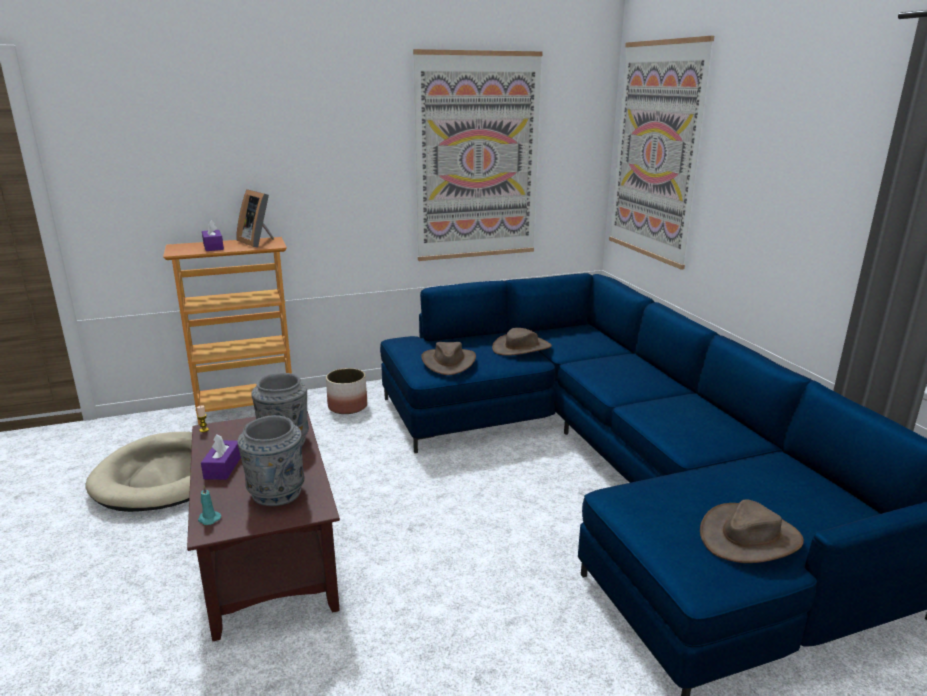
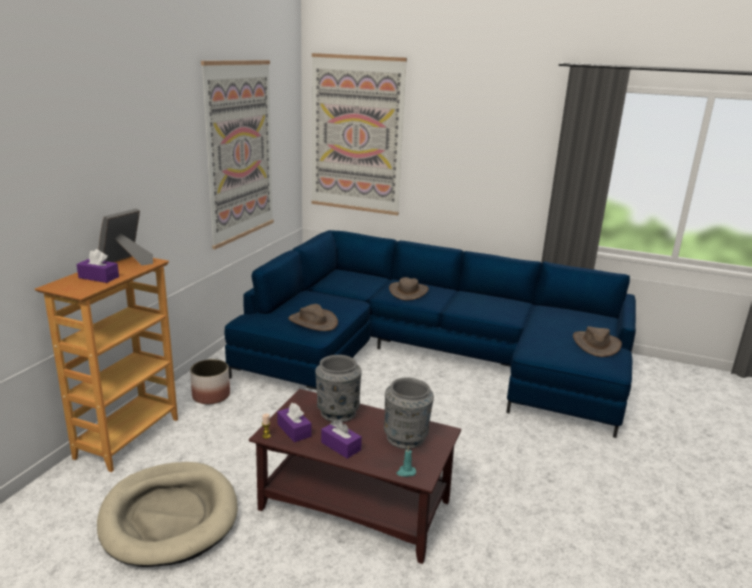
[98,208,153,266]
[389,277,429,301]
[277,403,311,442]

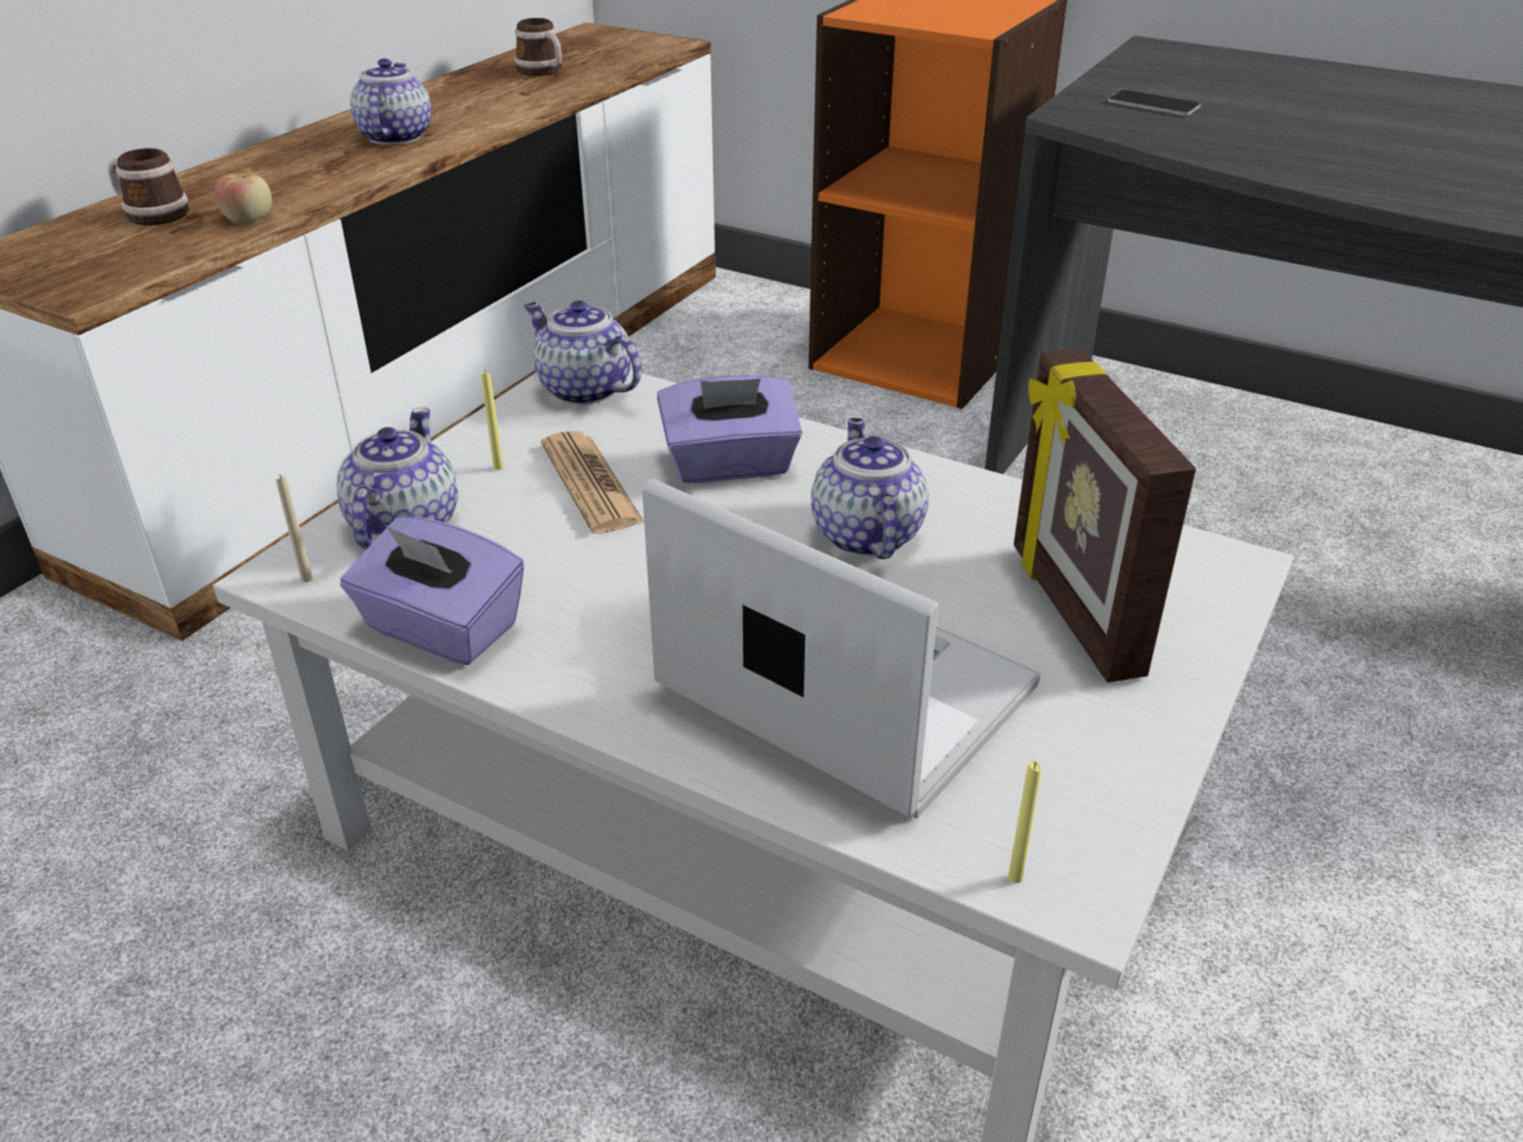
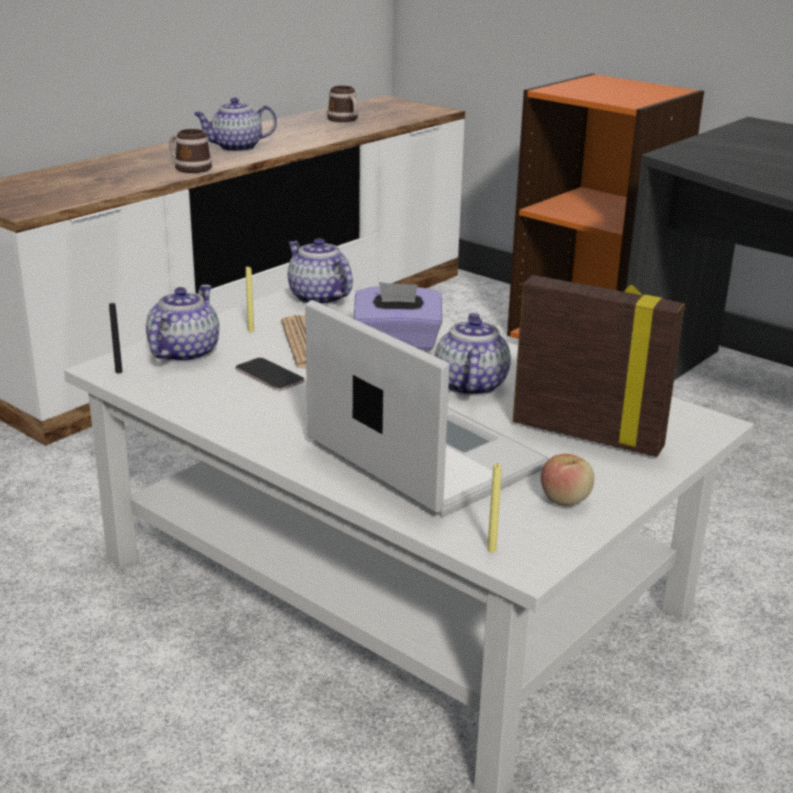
[194,98,277,152]
[235,357,305,391]
[169,129,212,173]
[541,454,594,505]
[513,275,685,457]
[109,303,122,373]
[340,517,525,665] (first image)

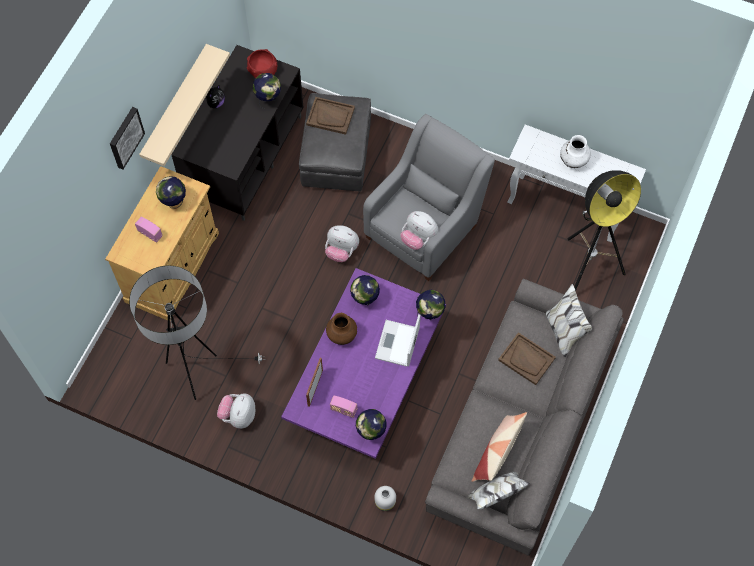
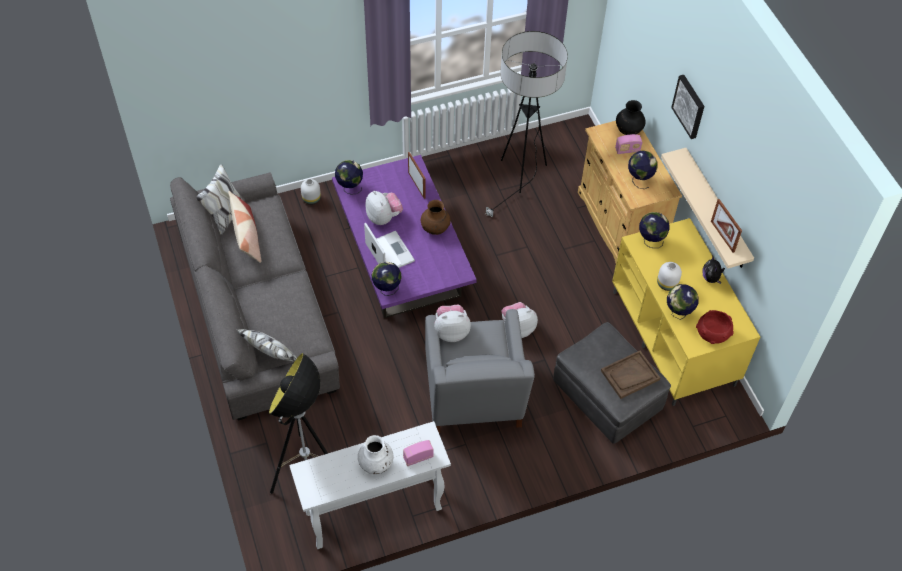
[612,218,760,406]
[639,212,670,248]
[498,332,556,385] (first image)
[365,191,403,225]
[403,440,434,466]
[616,100,646,135]
[711,199,742,253]
[657,262,682,291]

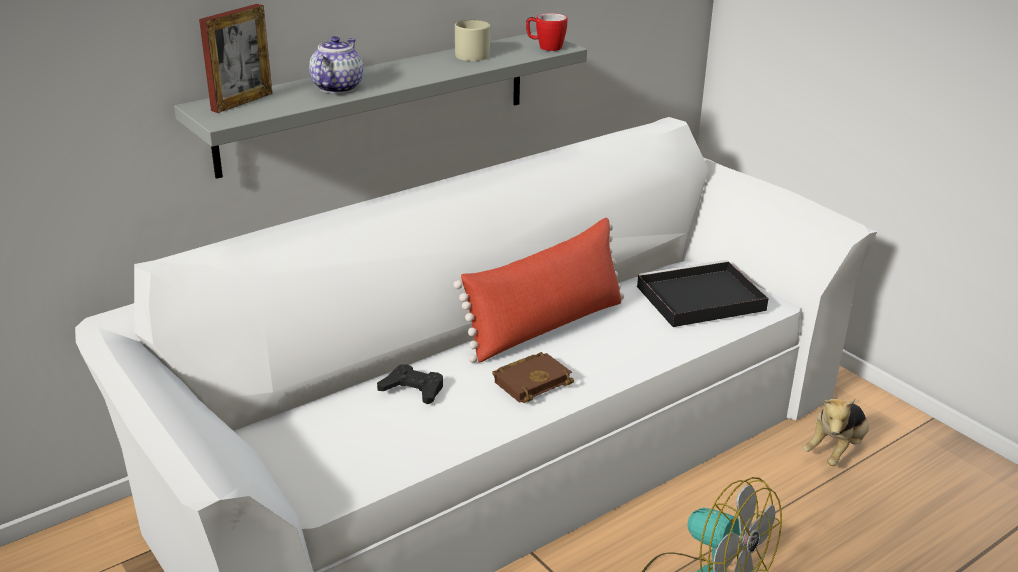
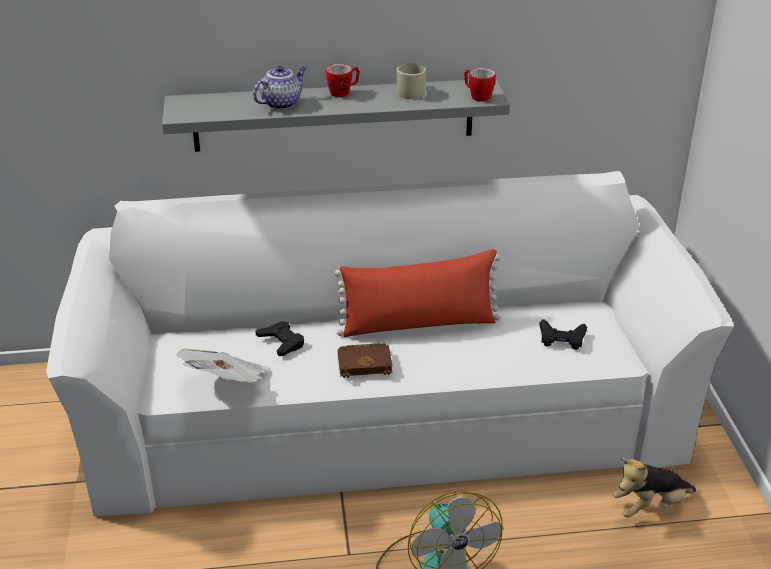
[199,4,272,113] (first image)
[539,319,587,350]
[326,64,359,97]
[176,349,269,383]

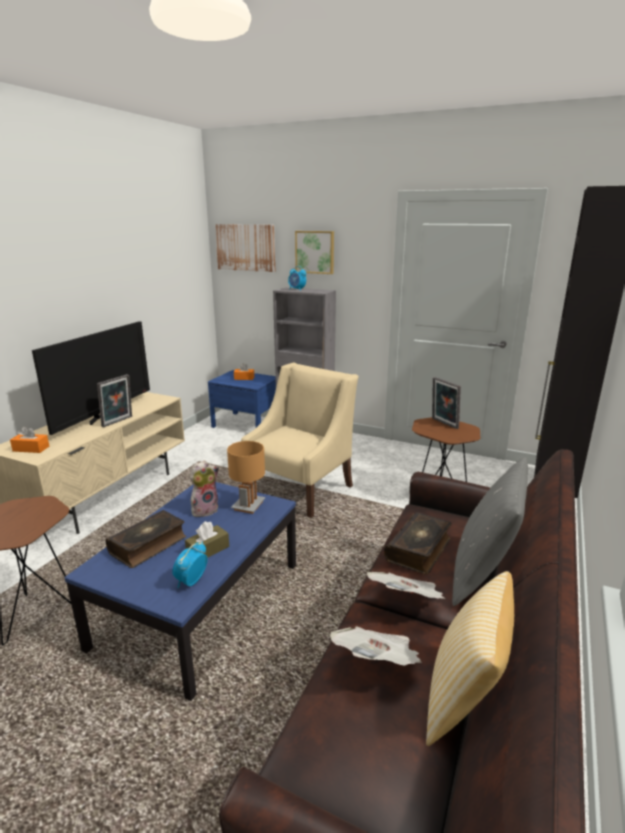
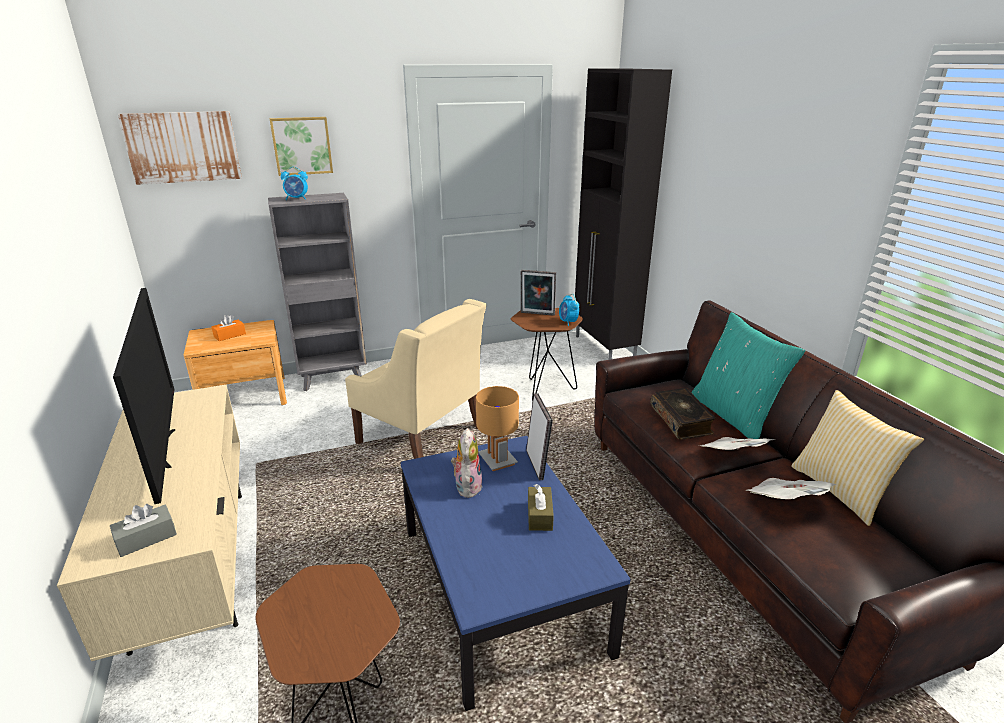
[345,299,487,459]
[184,320,287,405]
[526,393,553,480]
[110,504,177,557]
[691,312,805,439]
[106,510,186,568] (first image)
[559,294,579,326]

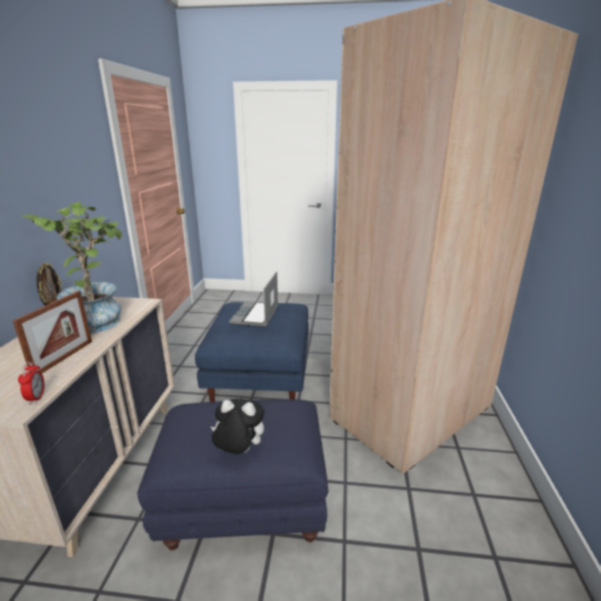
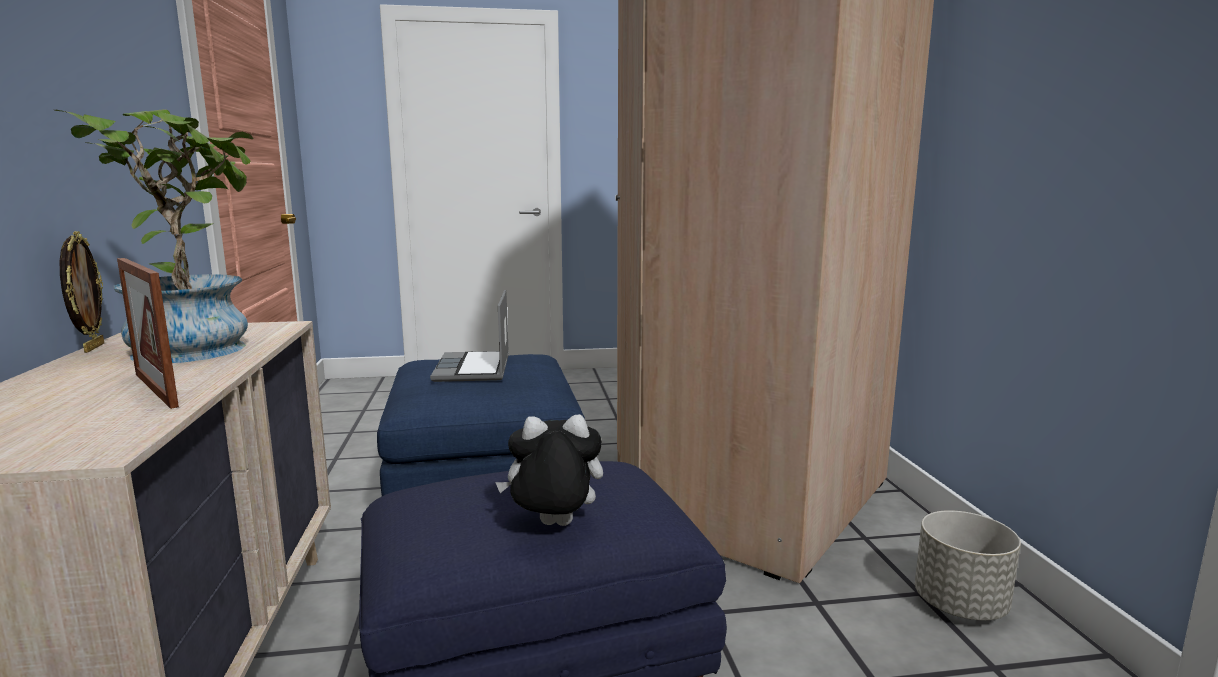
[117,258,179,409]
[18,362,44,405] (first image)
[915,510,1021,620]

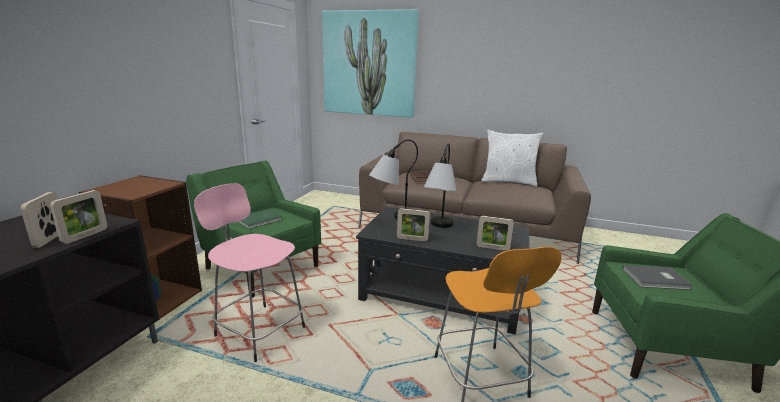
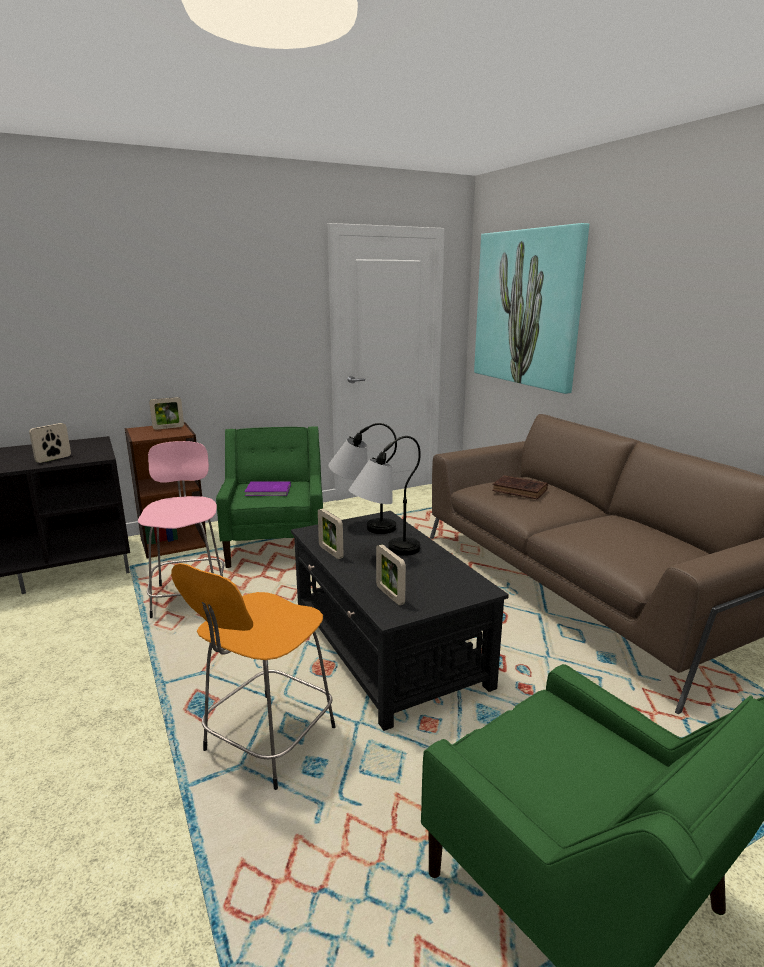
[481,130,543,187] (first image)
[149,397,184,430]
[245,481,291,496]
[623,265,693,290] (first image)

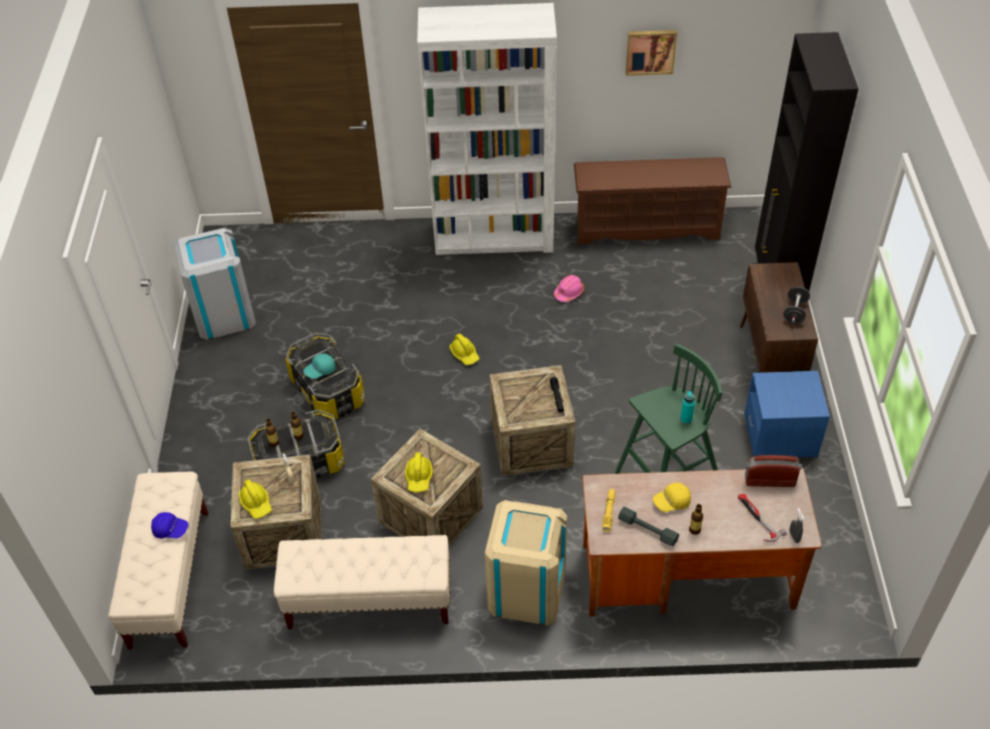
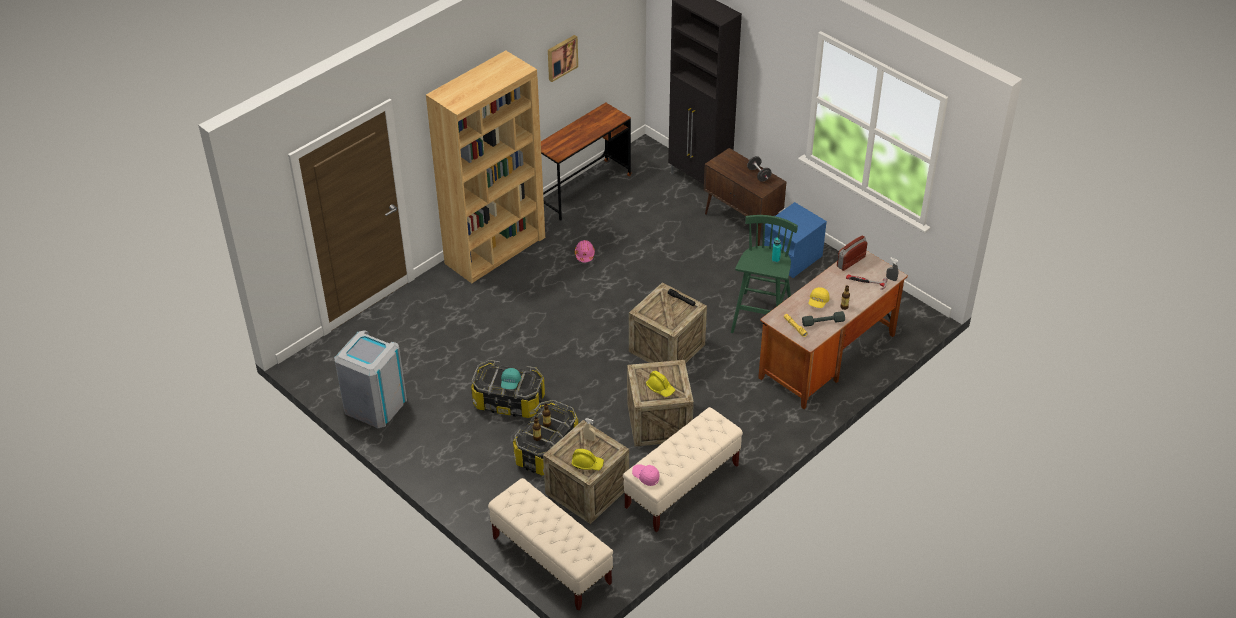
[426,50,545,283]
[541,102,631,221]
[449,333,480,365] (first image)
[485,500,567,625] (first image)
[151,512,188,538] (first image)
[632,464,660,486]

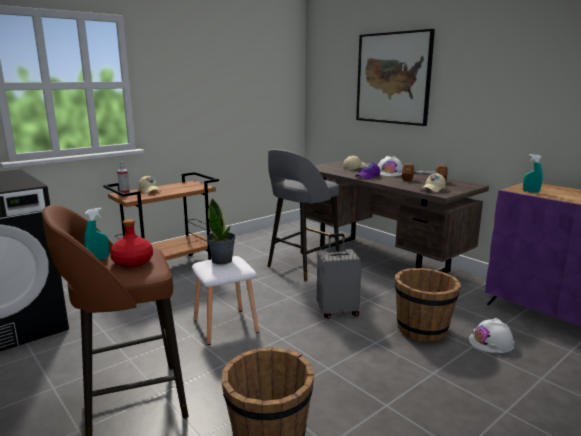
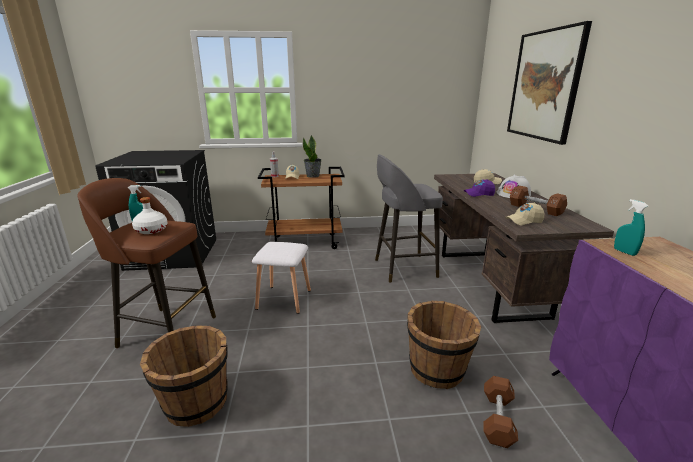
[303,135,321,178]
[132,197,167,234]
[317,234,362,319] (first image)
[483,376,518,448]

